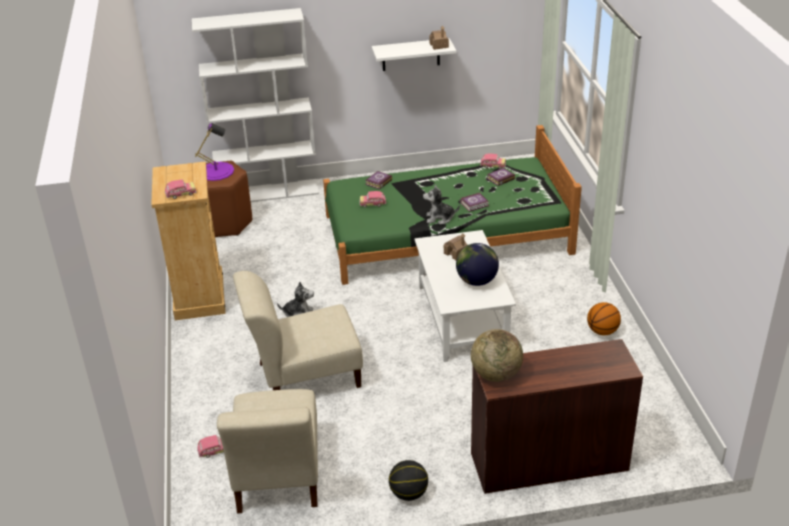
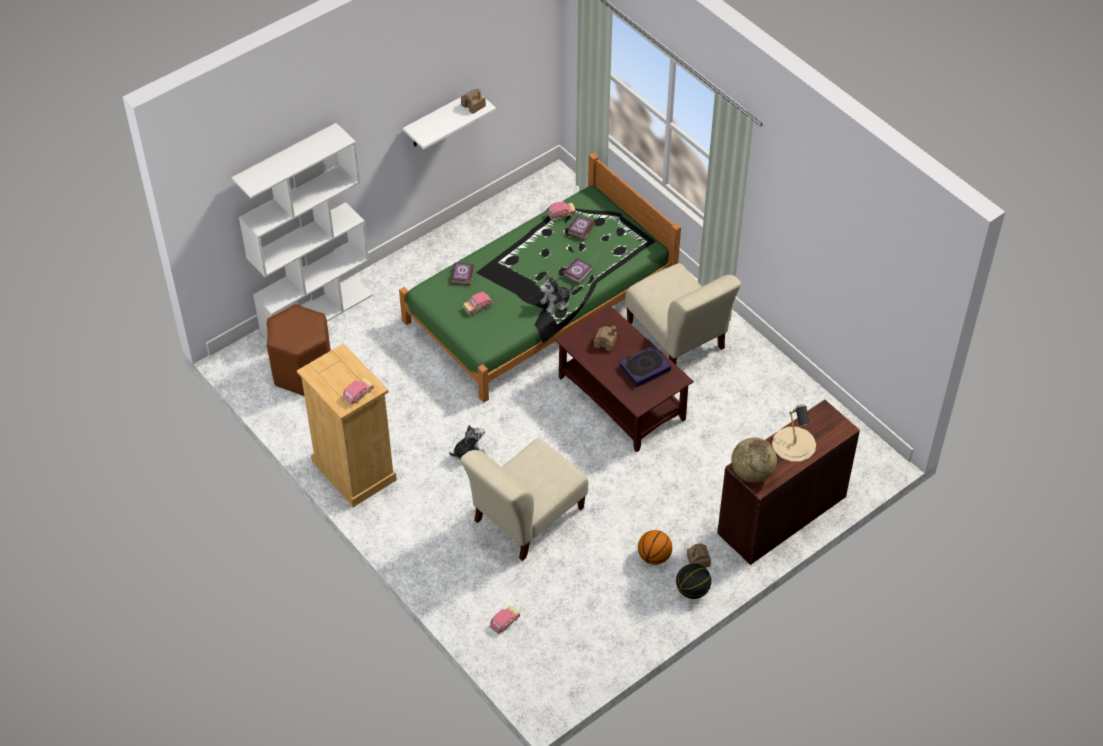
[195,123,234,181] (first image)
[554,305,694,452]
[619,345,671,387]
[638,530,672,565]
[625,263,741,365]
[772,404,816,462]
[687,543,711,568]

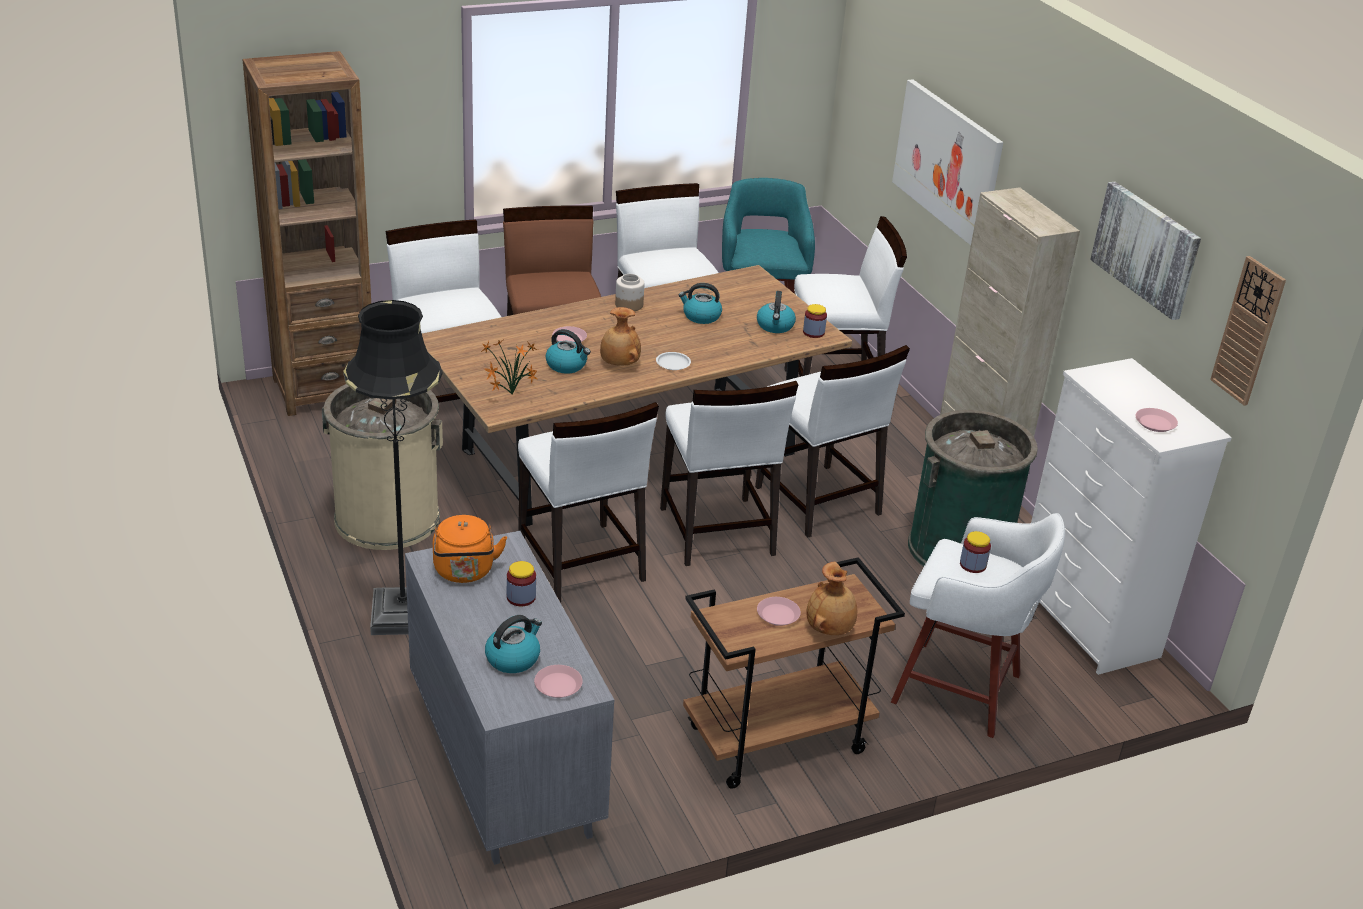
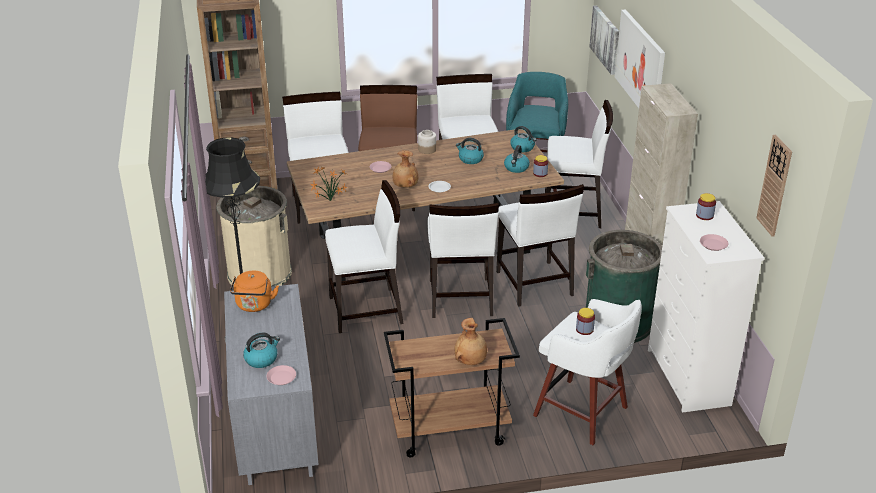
[589,6,619,75]
[510,126,537,152]
[325,180,404,333]
[696,193,716,220]
[757,597,801,626] (first image)

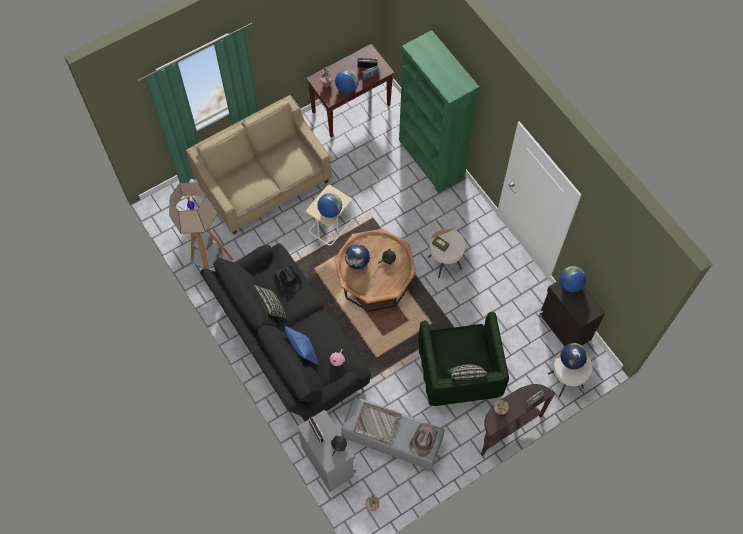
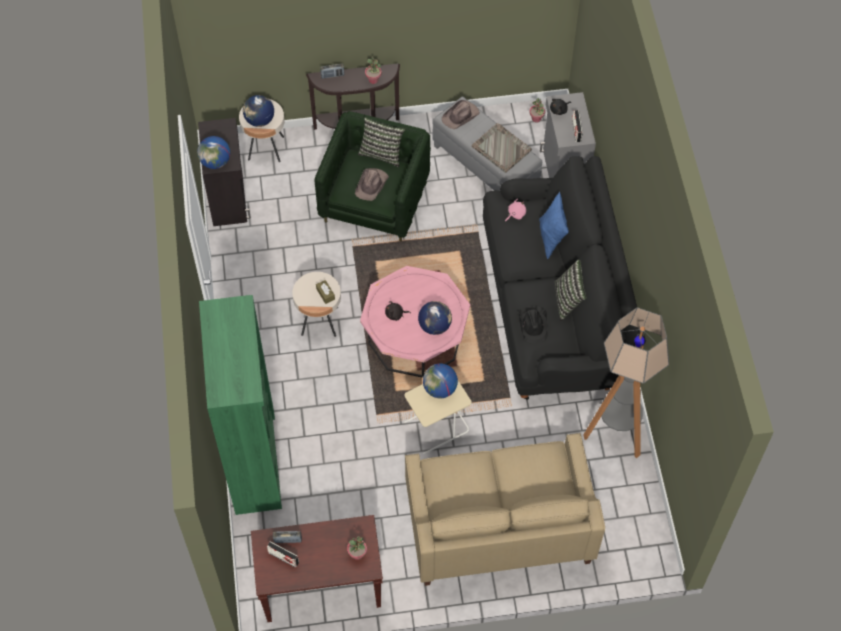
[335,69,359,93] (first image)
[360,266,470,378]
[355,168,389,201]

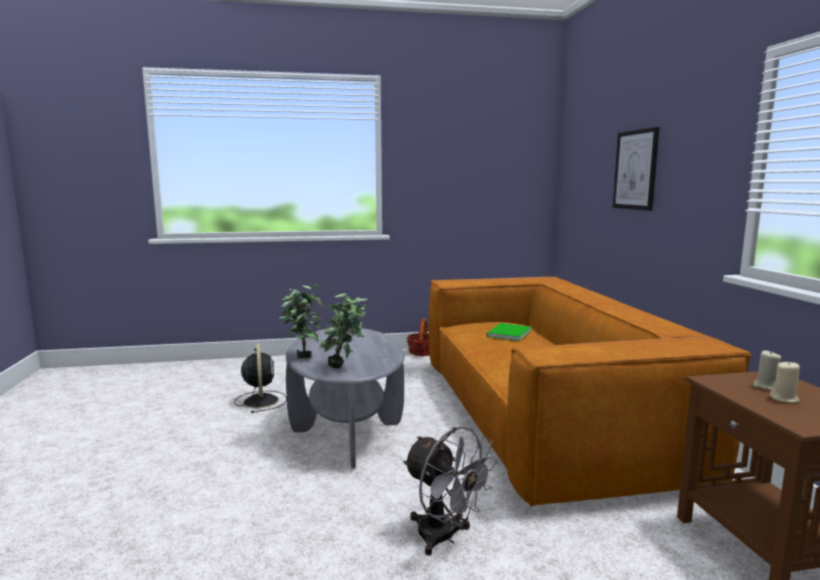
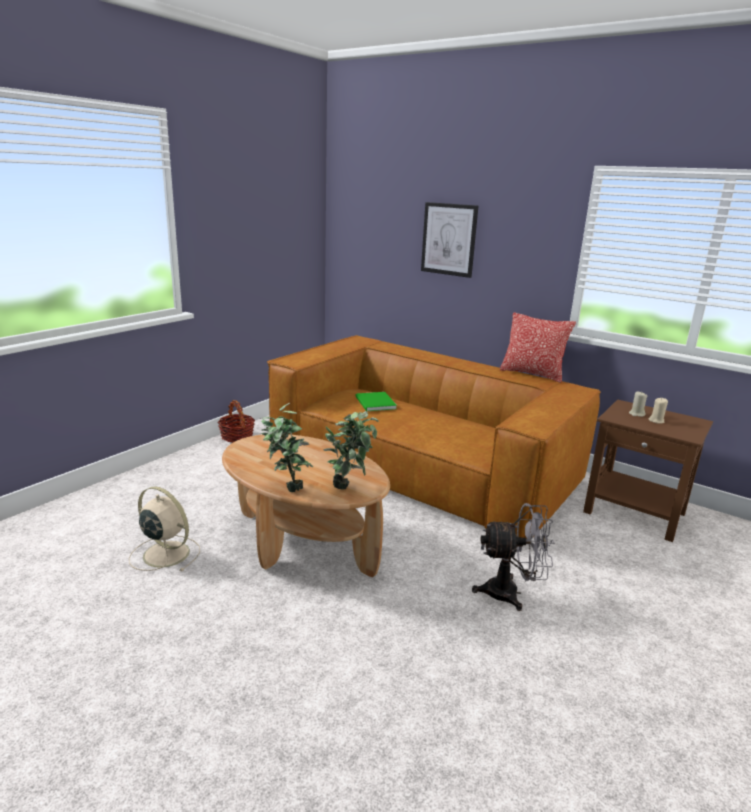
[222,434,390,577]
[129,486,200,571]
[500,312,576,383]

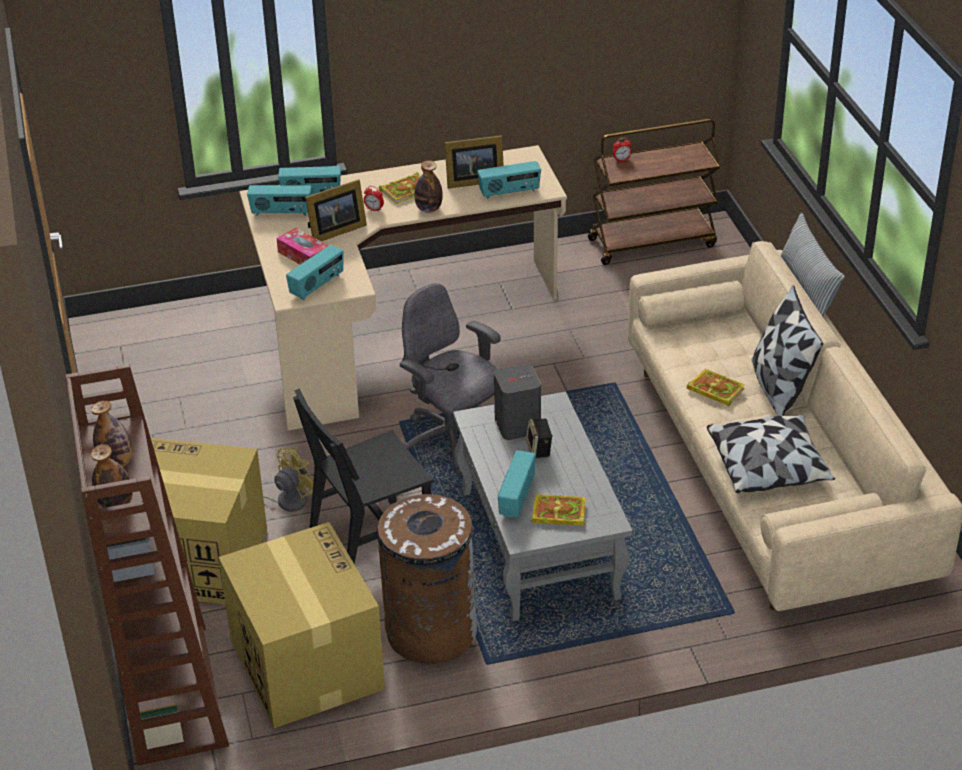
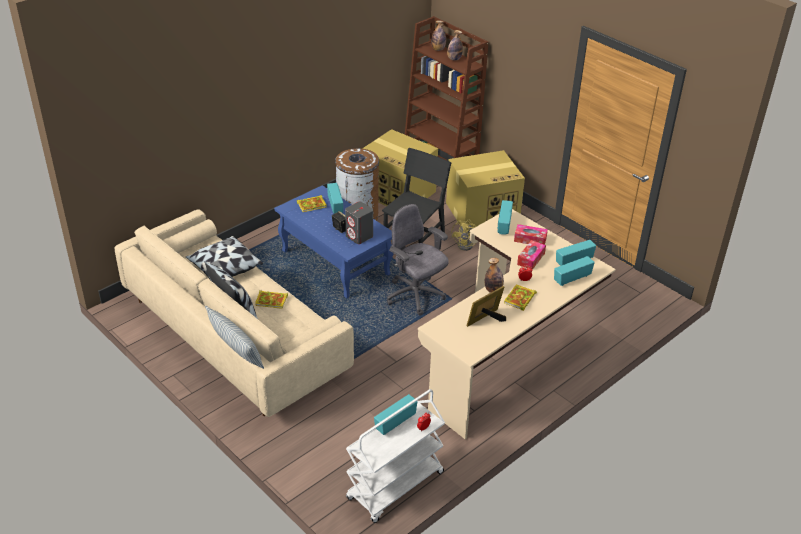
[346,389,445,523]
[374,394,418,435]
[517,240,546,270]
[387,204,449,315]
[274,185,394,299]

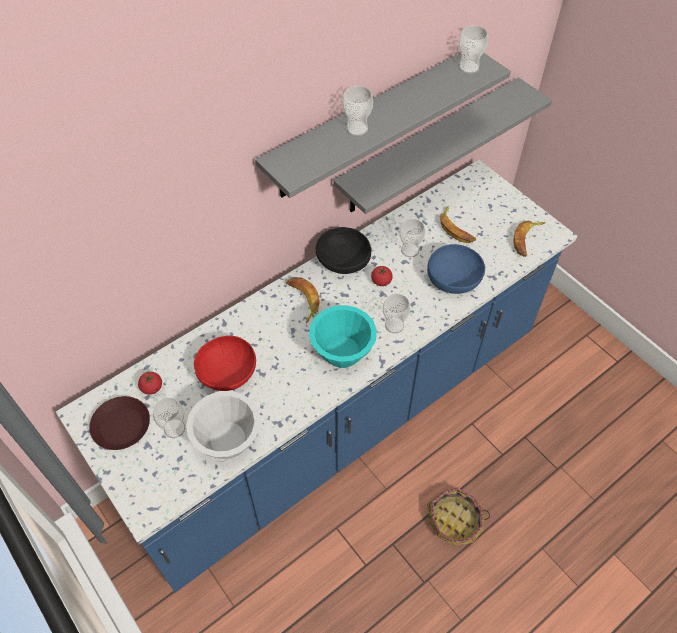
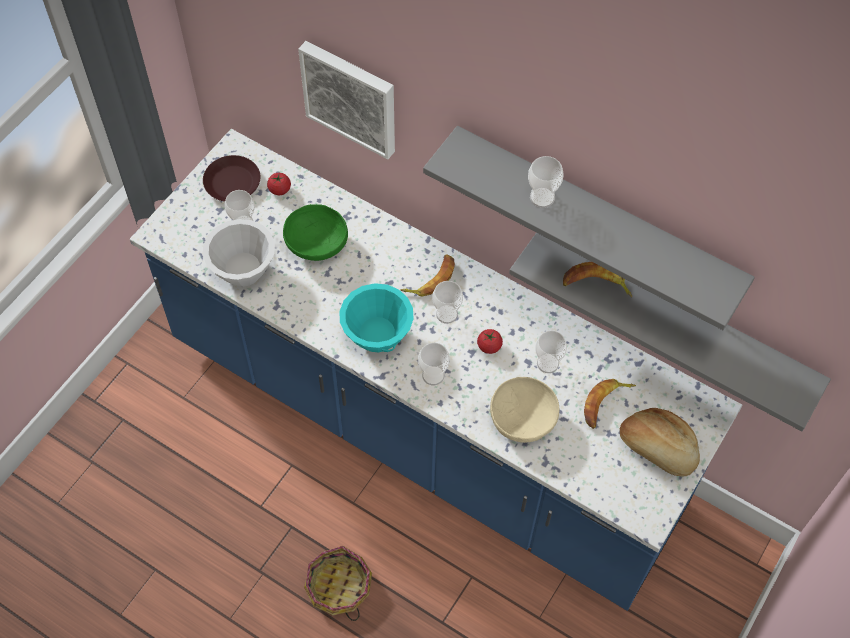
[432,281,463,324]
[563,262,633,297]
[316,227,371,274] (first image)
[490,377,559,443]
[283,204,348,261]
[298,41,395,159]
[620,408,700,476]

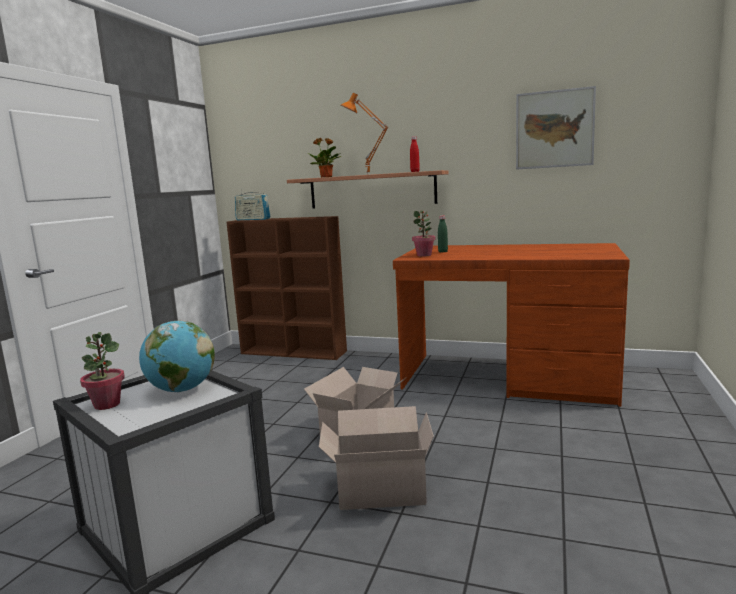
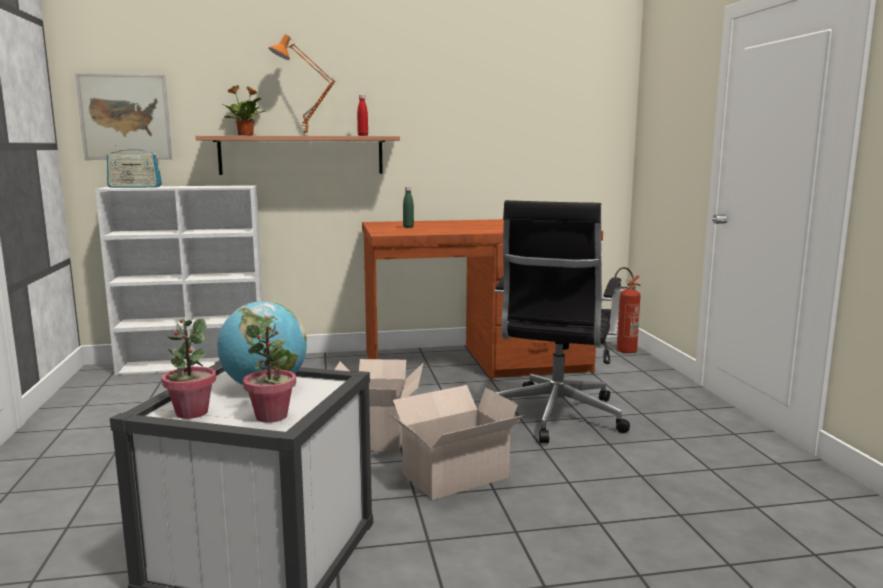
[75,73,172,160]
[243,322,296,423]
[95,185,263,375]
[495,200,630,443]
[615,267,640,353]

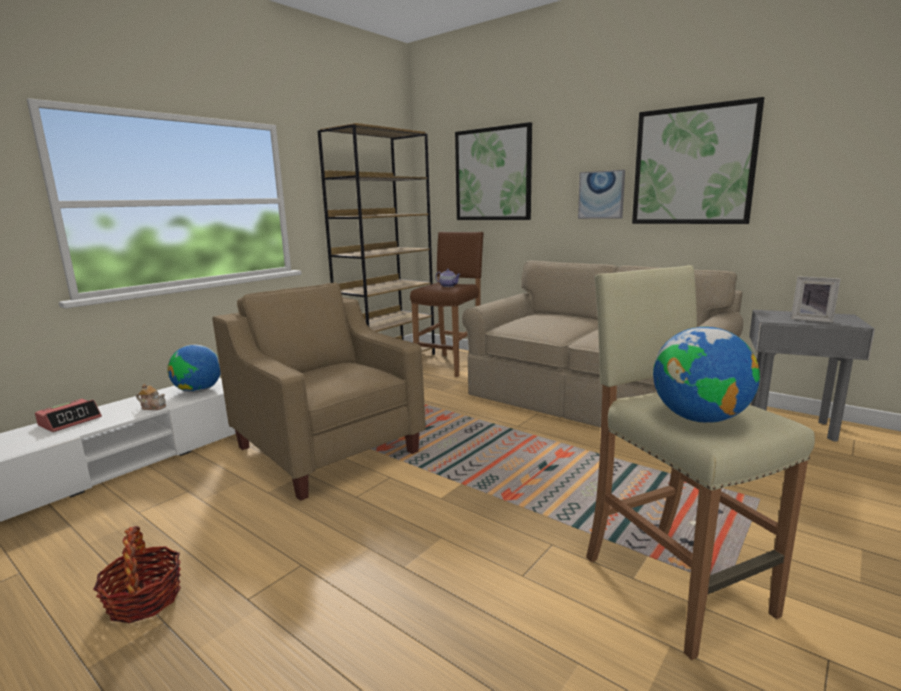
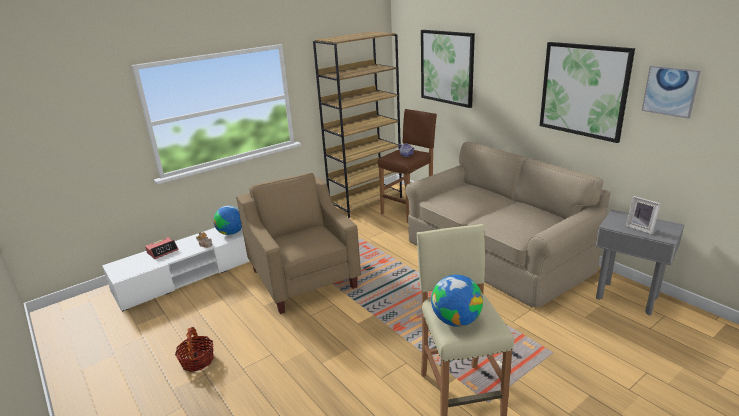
[642,66,701,119]

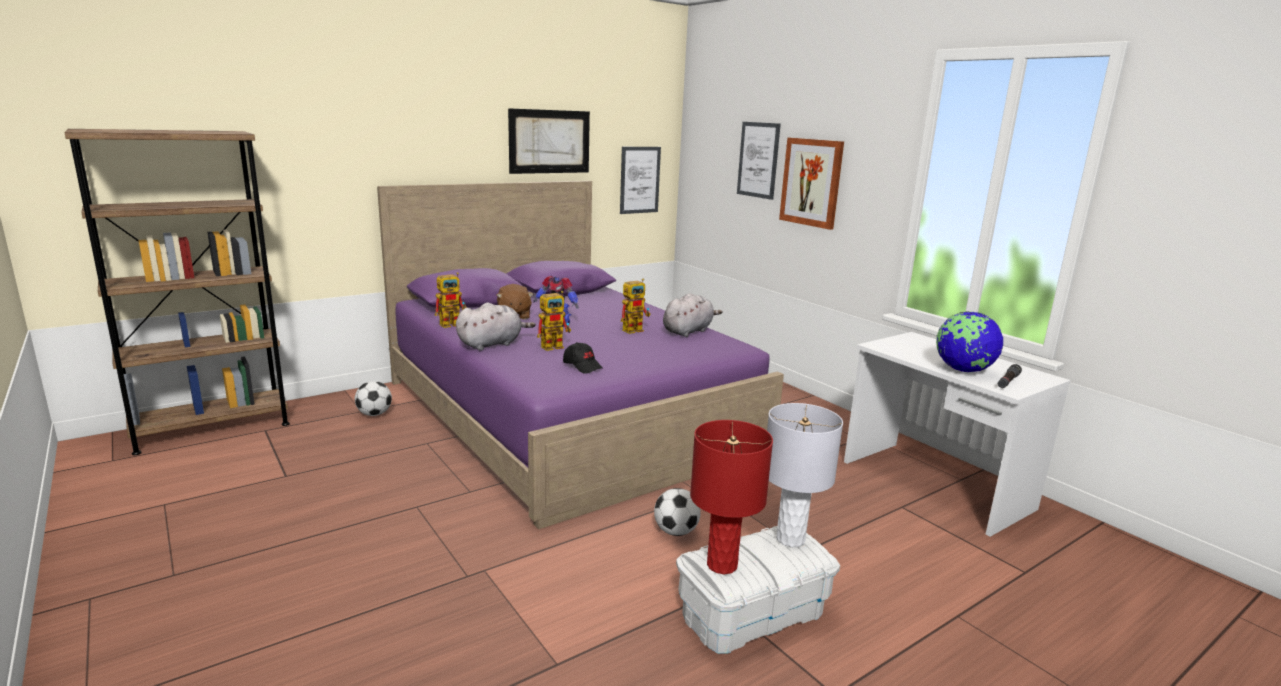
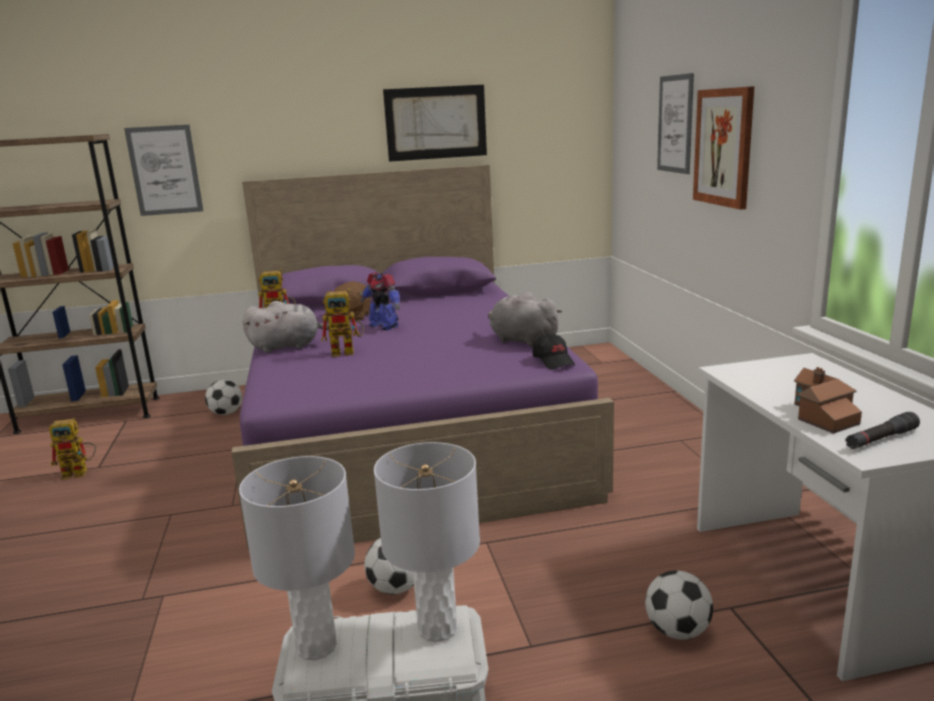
[124,125,203,216]
[49,417,96,479]
[488,292,562,347]
[794,367,862,434]
[533,334,575,369]
[239,456,355,660]
[645,570,713,640]

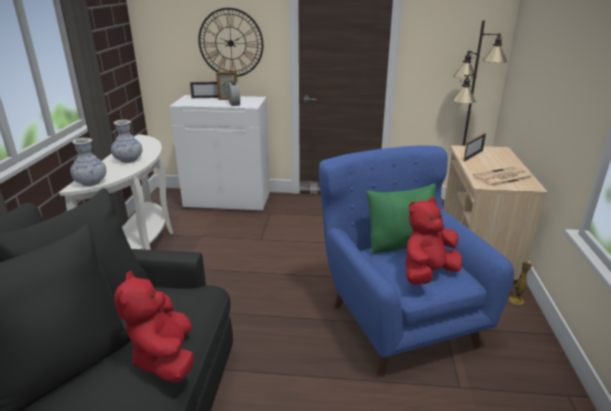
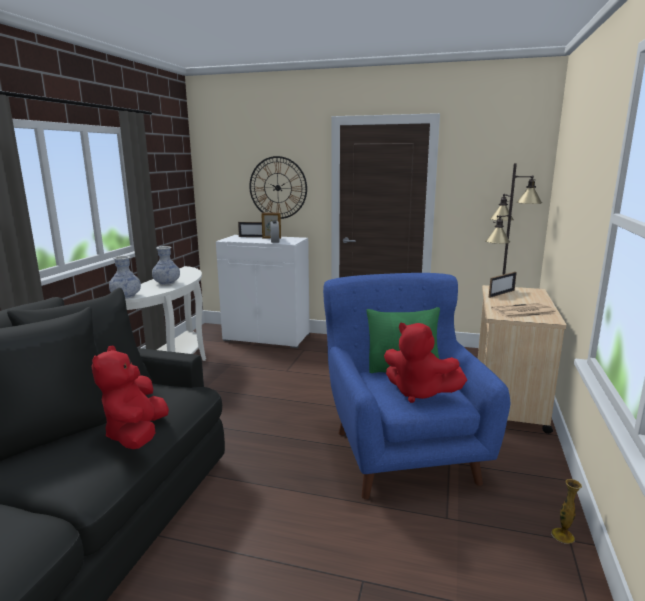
[384,322,467,403]
[551,479,582,544]

